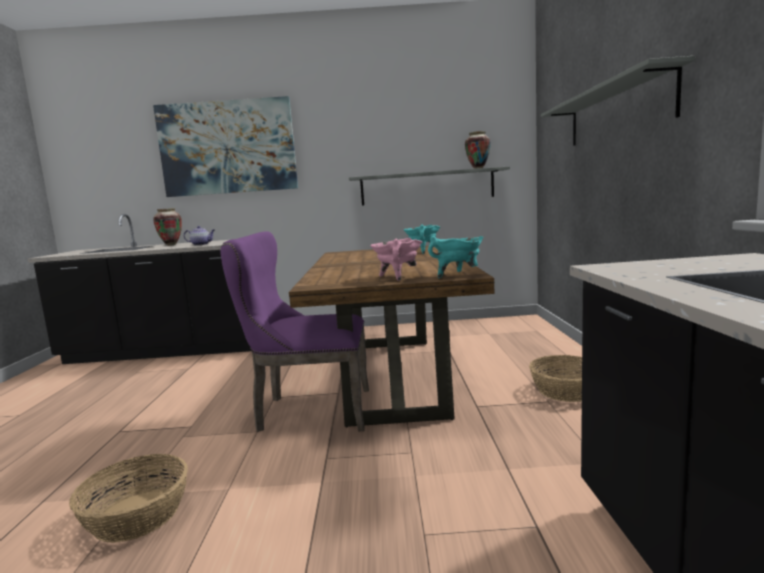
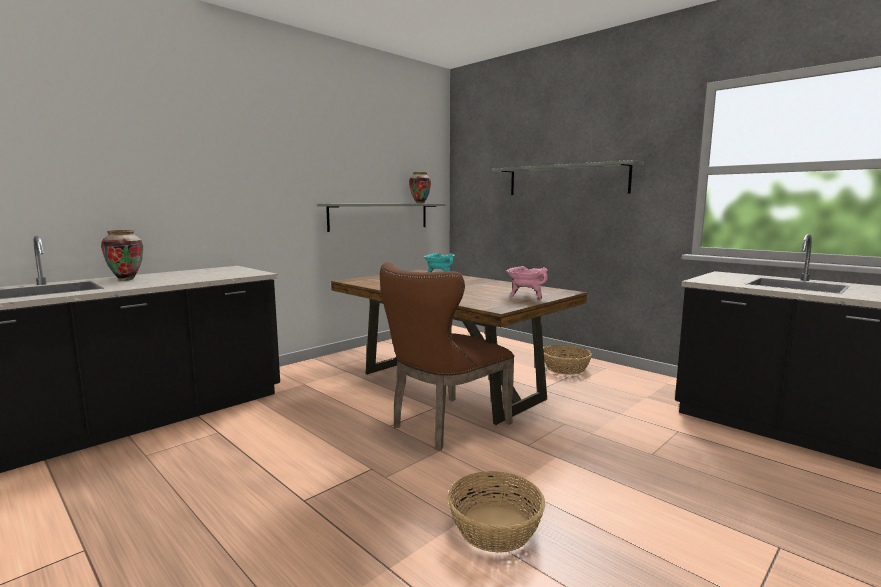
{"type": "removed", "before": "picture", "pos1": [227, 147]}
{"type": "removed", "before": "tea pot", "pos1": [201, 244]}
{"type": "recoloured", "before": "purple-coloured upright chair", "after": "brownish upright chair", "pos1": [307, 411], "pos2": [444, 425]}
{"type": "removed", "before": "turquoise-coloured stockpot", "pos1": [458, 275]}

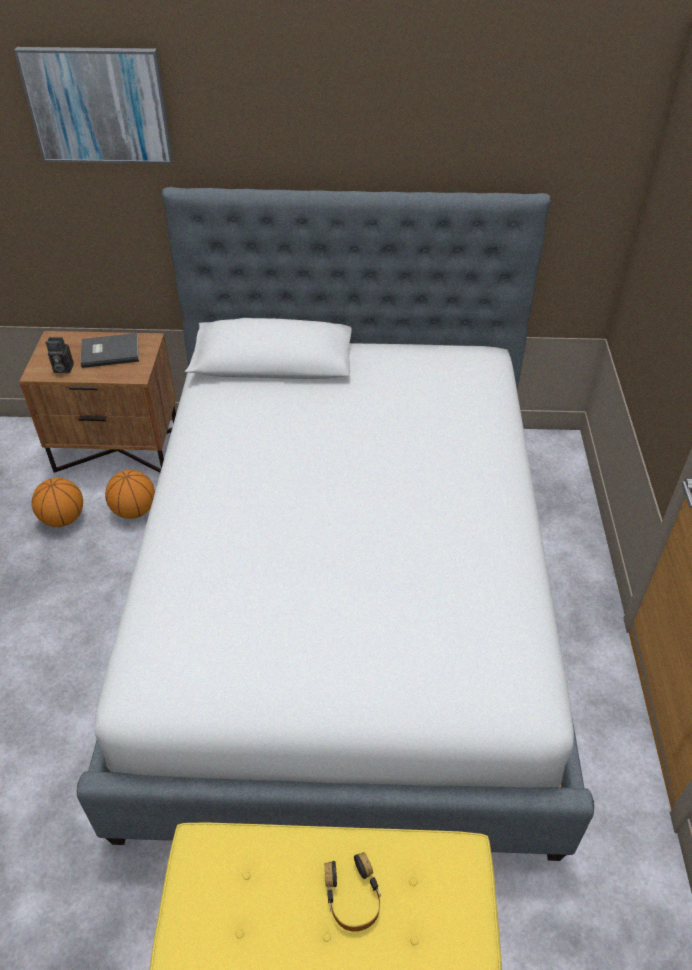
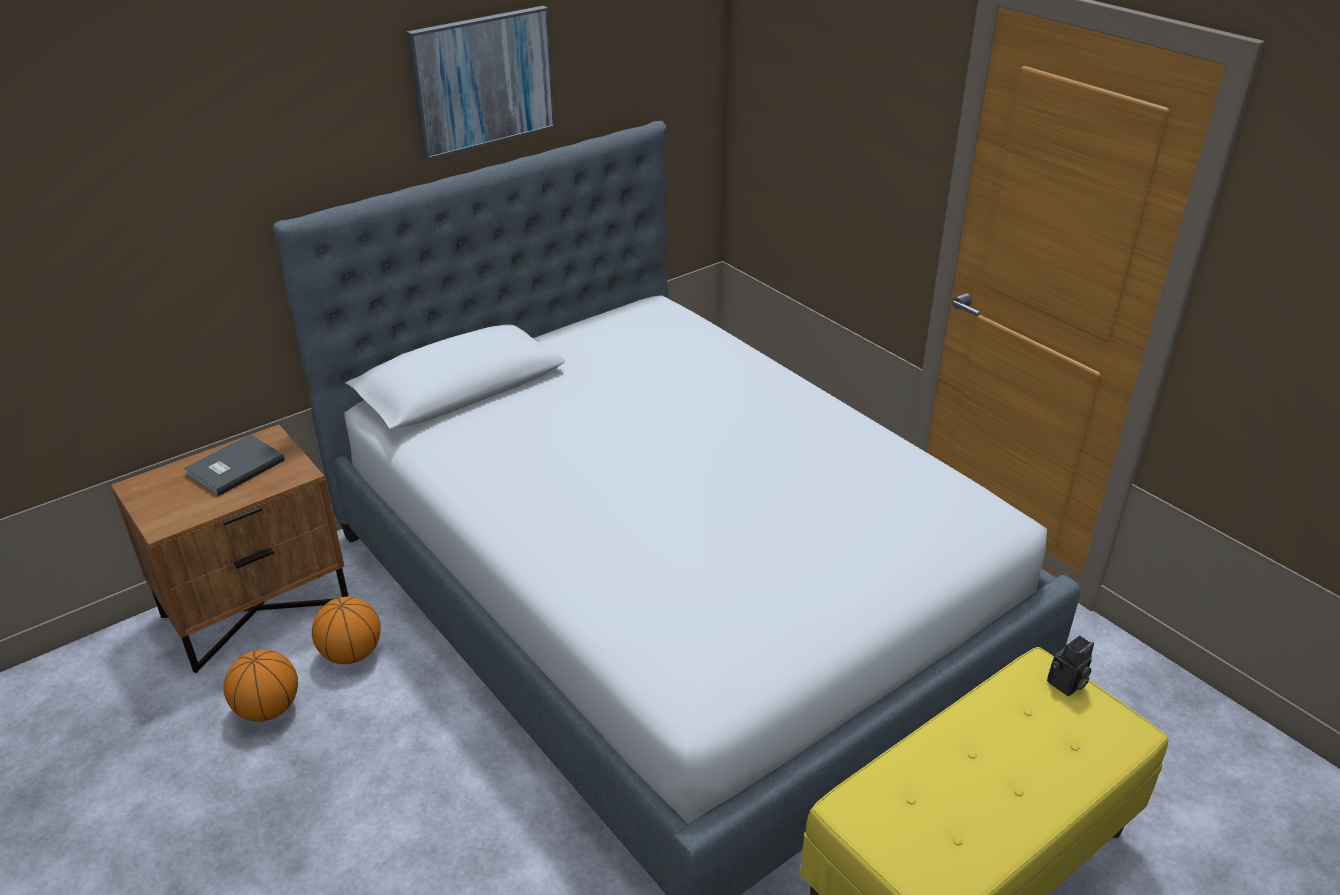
{"type": "moved", "before": "picture", "pos1": [98, 105], "pos2": [483, 81]}
{"type": "moved", "before": "photo camera", "pos1": [62, 369], "pos2": [1066, 685]}
{"type": "removed", "before": "headset", "pos1": [352, 896]}

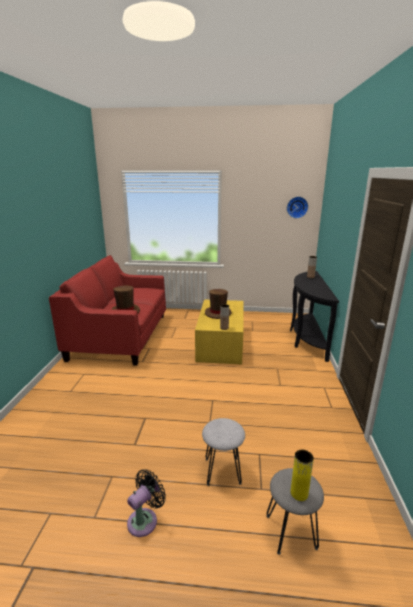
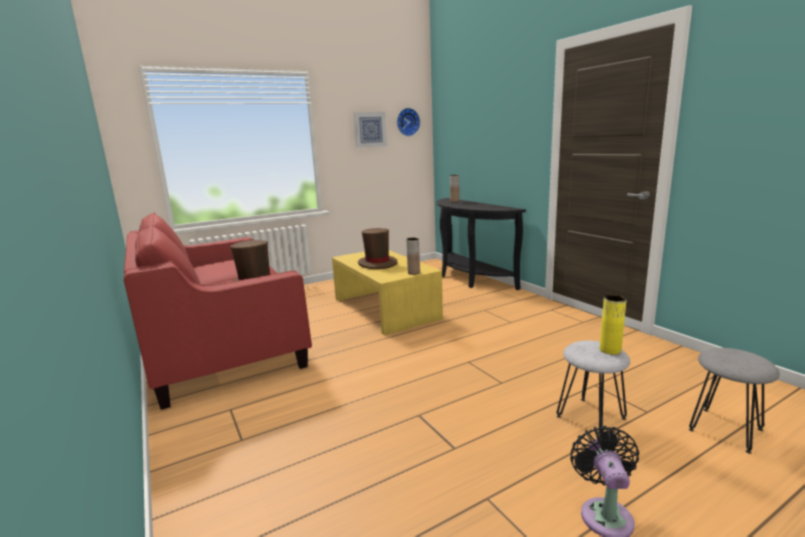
{"type": "moved", "before": "yellow-coloured vase", "pos1": [299, 493], "pos2": [610, 350]}
{"type": "added", "after": "picture", "pos2": [370, 129]}

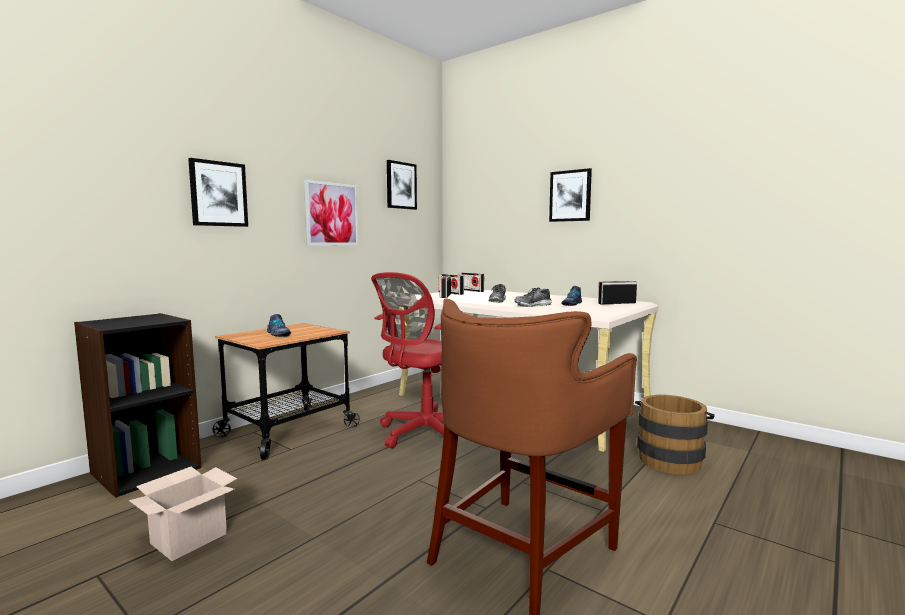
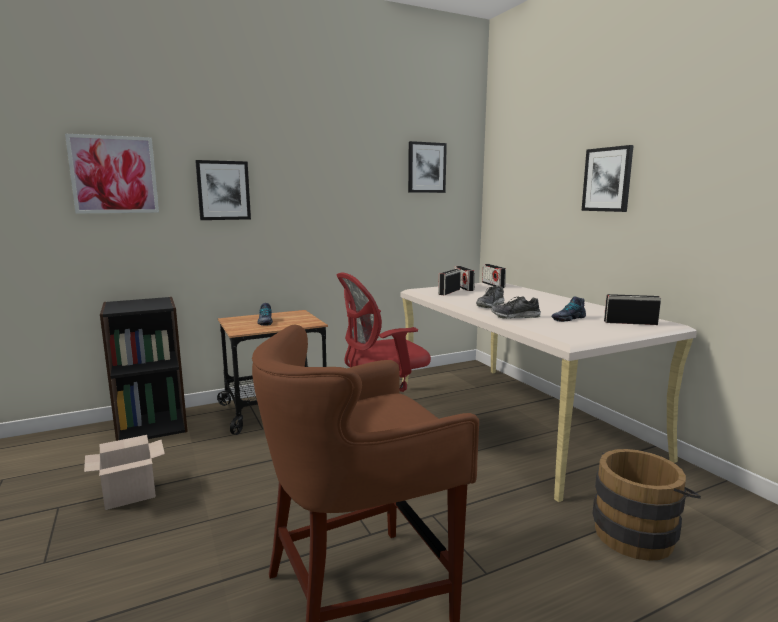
{"type": "moved", "before": "picture", "pos1": [331, 214], "pos2": [114, 175]}

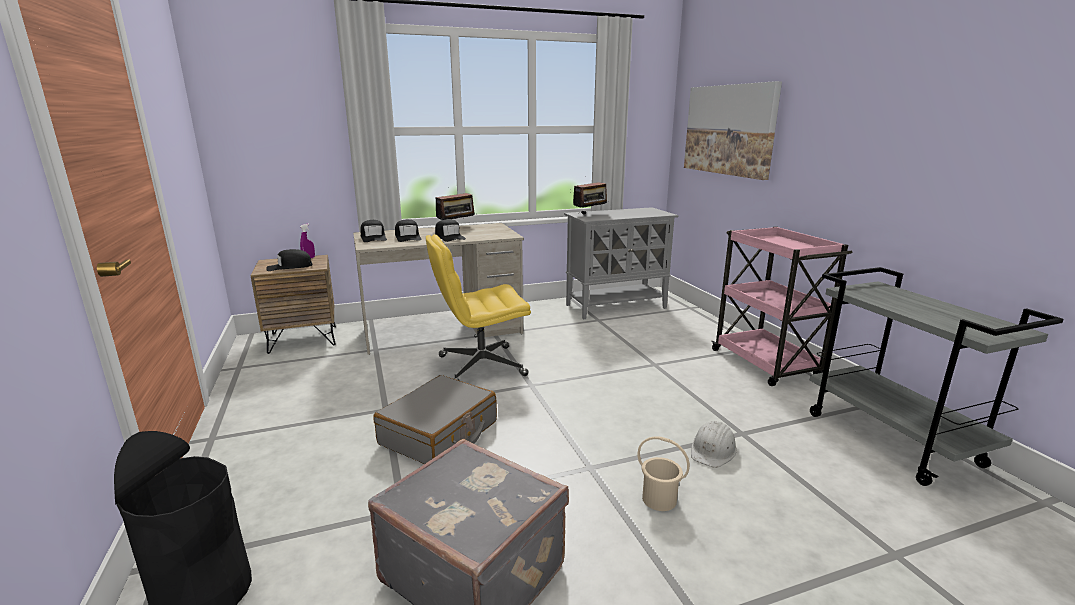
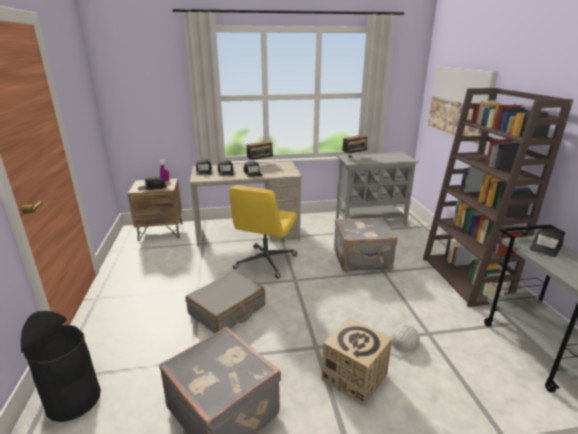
{"type": "turned", "before": "yellow-coloured office chair", "pos1": [480, 366], "pos2": [265, 262], "turn": -60}
{"type": "replaced", "before": "beige-coloured bucket", "after": "cardboard box", "pos1": [659, 500], "pos2": [354, 377]}
{"type": "replaced", "before": "pink-coloured trolley", "after": "brownish shelving unit", "pos1": [765, 364], "pos2": [465, 279]}
{"type": "added", "after": "gray piece of luggage", "pos2": [362, 260]}
{"type": "added", "after": "black-coloured baseball cap", "pos2": [546, 247]}

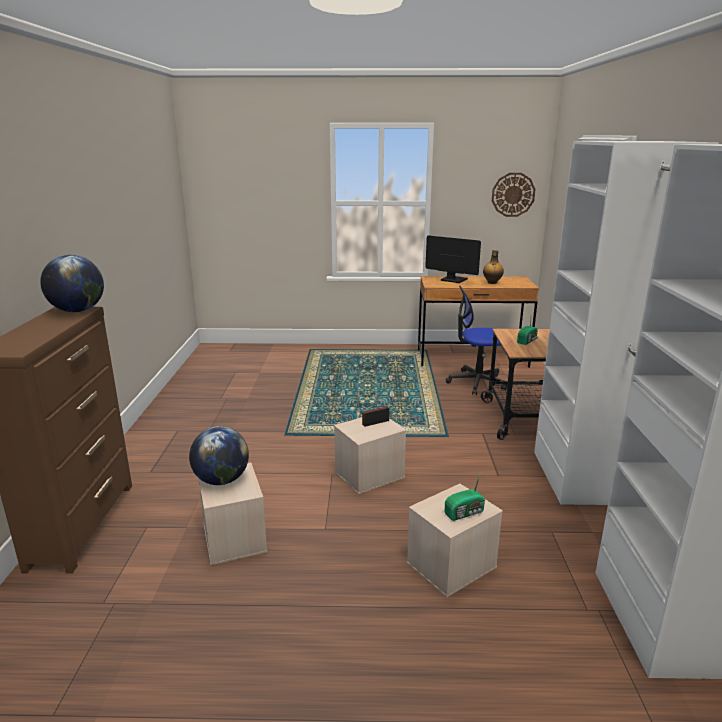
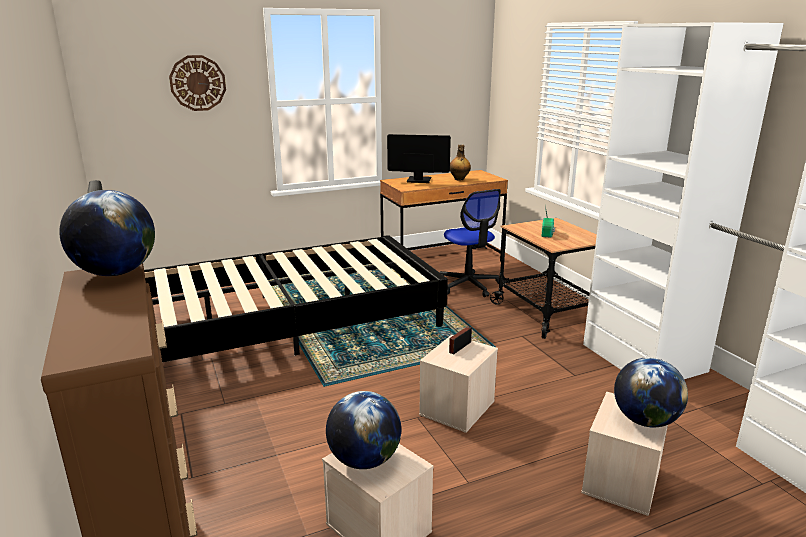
{"type": "turned", "before": "office chair", "pos1": [476, 382], "pos2": [469, 285], "turn": -90}
{"type": "replaced", "before": "radio receiver", "after": "world globe", "pos1": [465, 513], "pos2": [645, 420]}
{"type": "moved", "before": "clock on the wall", "pos1": [513, 194], "pos2": [198, 83]}
{"type": "added", "after": "black-coloured bedroom bed", "pos2": [279, 325]}

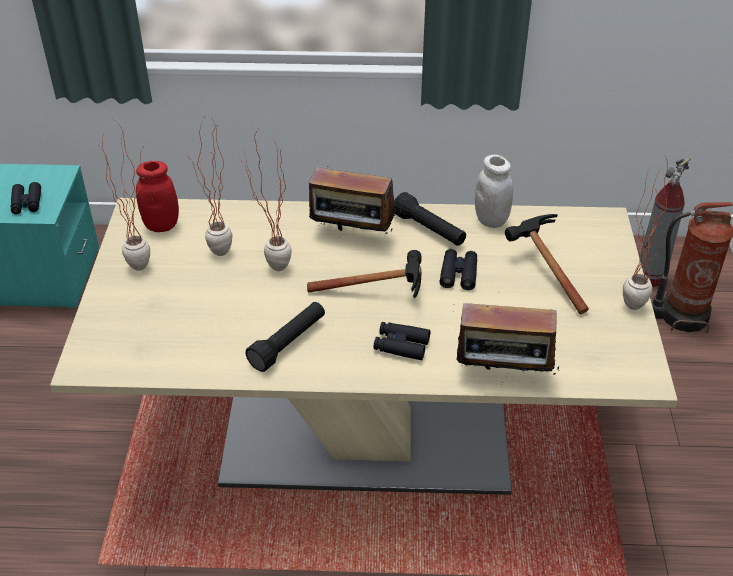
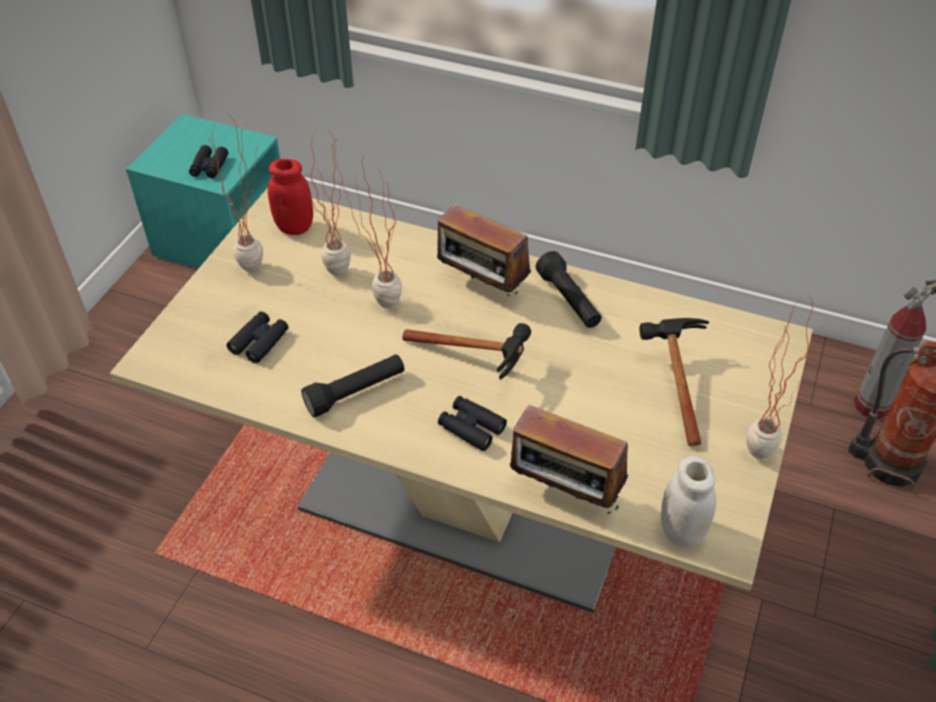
{"type": "moved", "before": "black-coloured binoculars", "pos1": [458, 274], "pos2": [259, 342]}
{"type": "moved", "before": "white jar", "pos1": [491, 220], "pos2": [681, 531]}

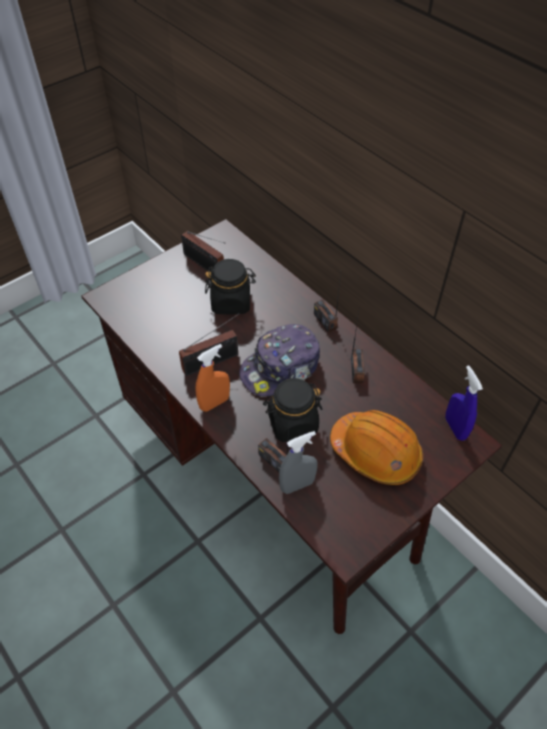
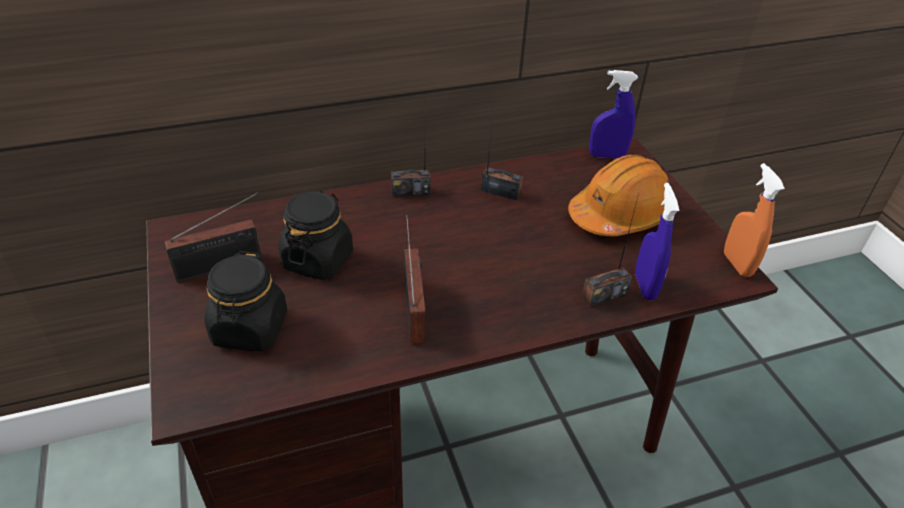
{"type": "moved", "before": "orange sprayer", "pos1": [214, 403], "pos2": [737, 264]}
{"type": "removed", "before": "baseball cap", "pos1": [281, 368]}
{"type": "moved", "before": "black-coloured jar", "pos1": [292, 423], "pos2": [250, 329]}
{"type": "recoloured", "before": "gray sprayer", "after": "blue-coloured sprayer", "pos1": [297, 485], "pos2": [645, 286]}

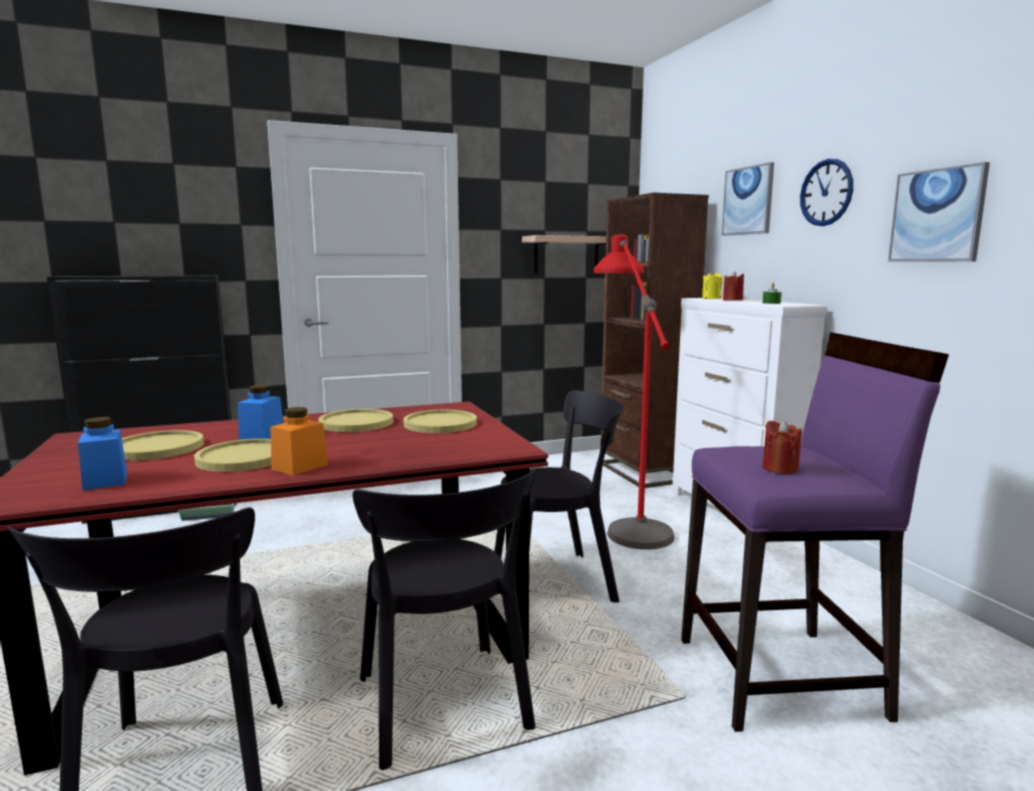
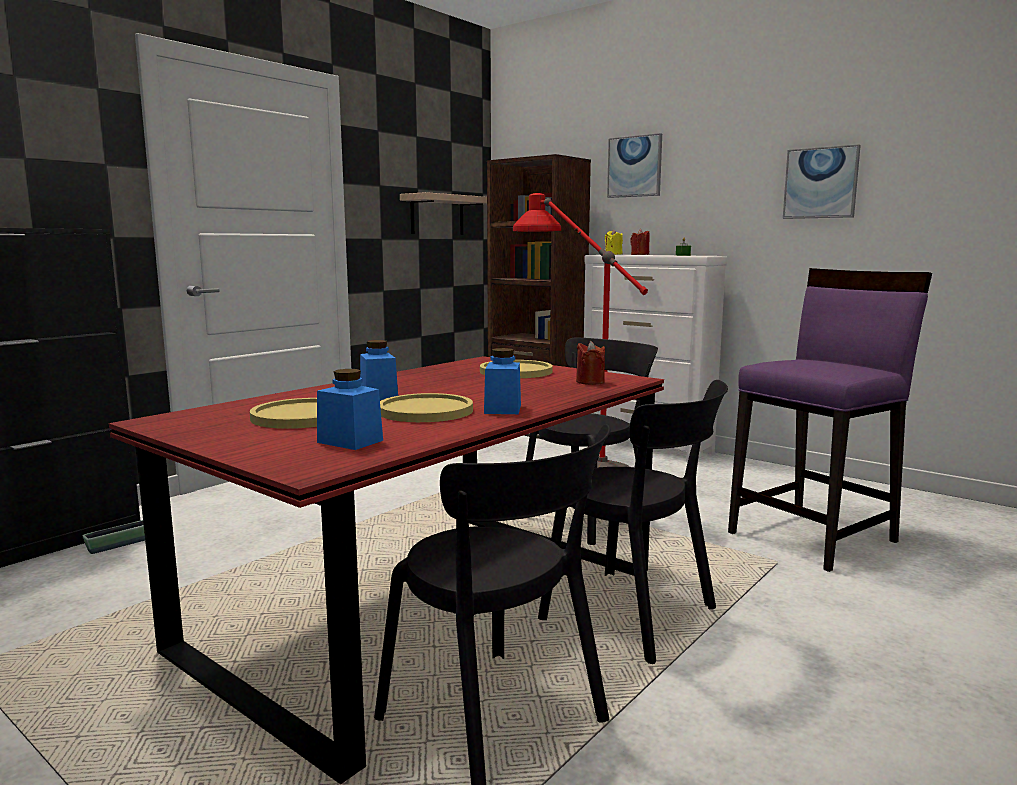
{"type": "recoloured", "before": "orange jar", "after": "blue-coloured jar", "pos1": [300, 467], "pos2": [502, 409]}
{"type": "removed", "before": "yellow-coloured plate", "pos1": [356, 423]}
{"type": "moved", "before": "red-coloured wax candle", "pos1": [780, 468], "pos2": [590, 382]}
{"type": "removed", "before": "clock on the wall", "pos1": [826, 192]}

